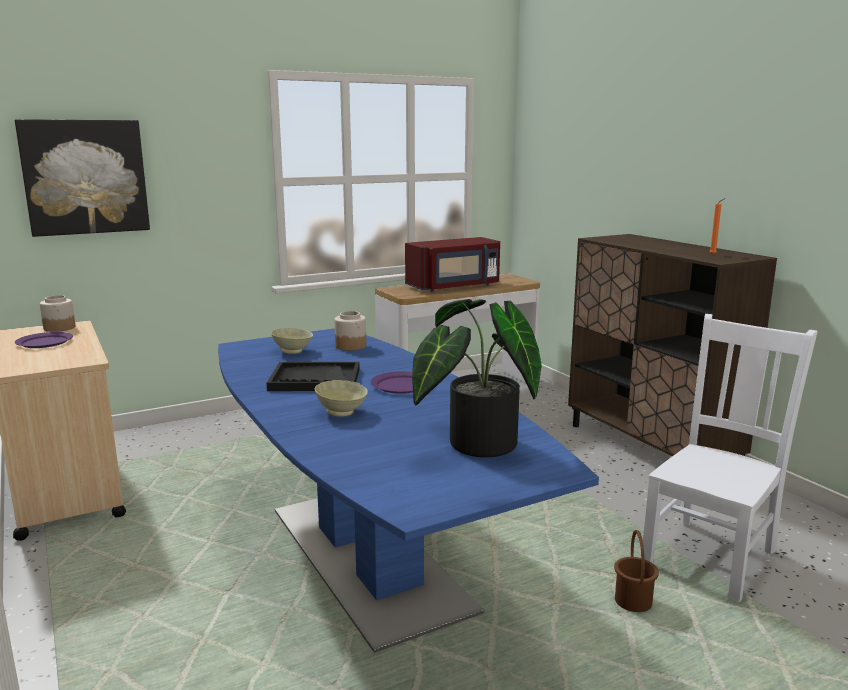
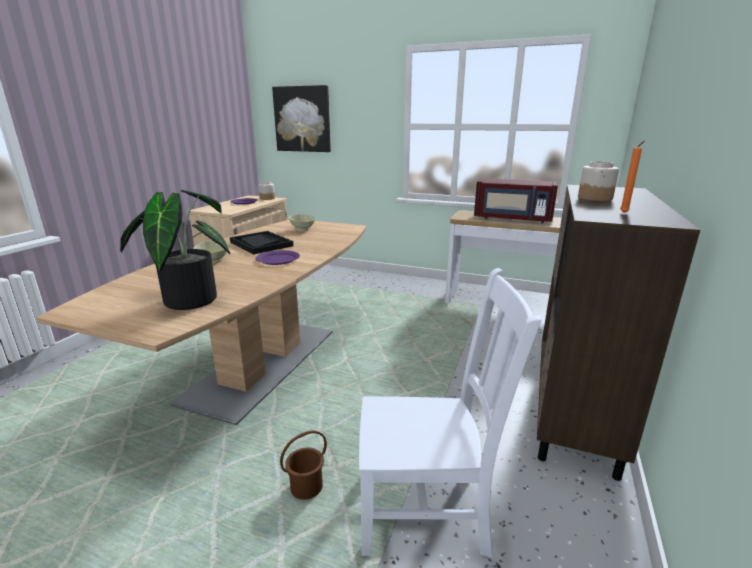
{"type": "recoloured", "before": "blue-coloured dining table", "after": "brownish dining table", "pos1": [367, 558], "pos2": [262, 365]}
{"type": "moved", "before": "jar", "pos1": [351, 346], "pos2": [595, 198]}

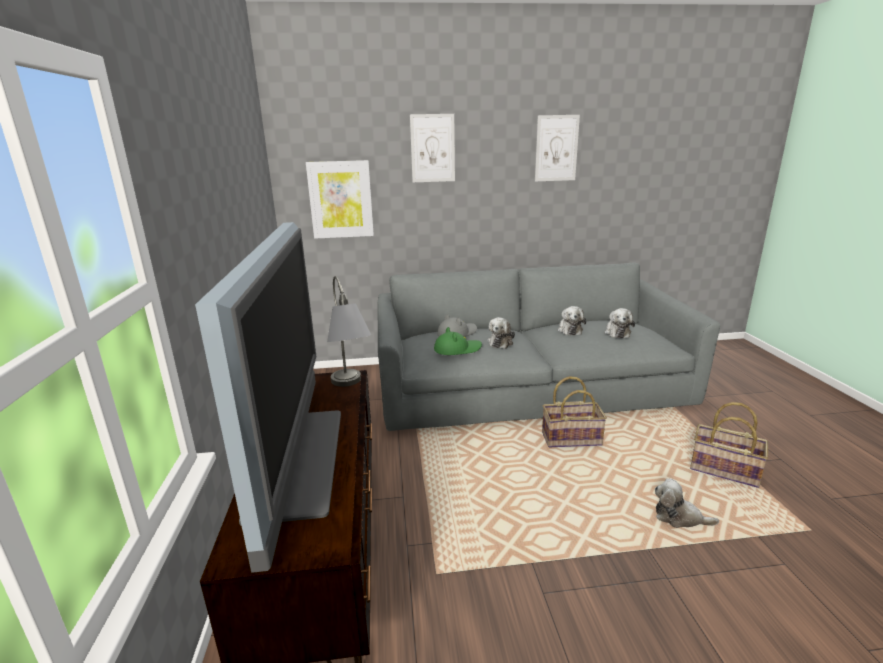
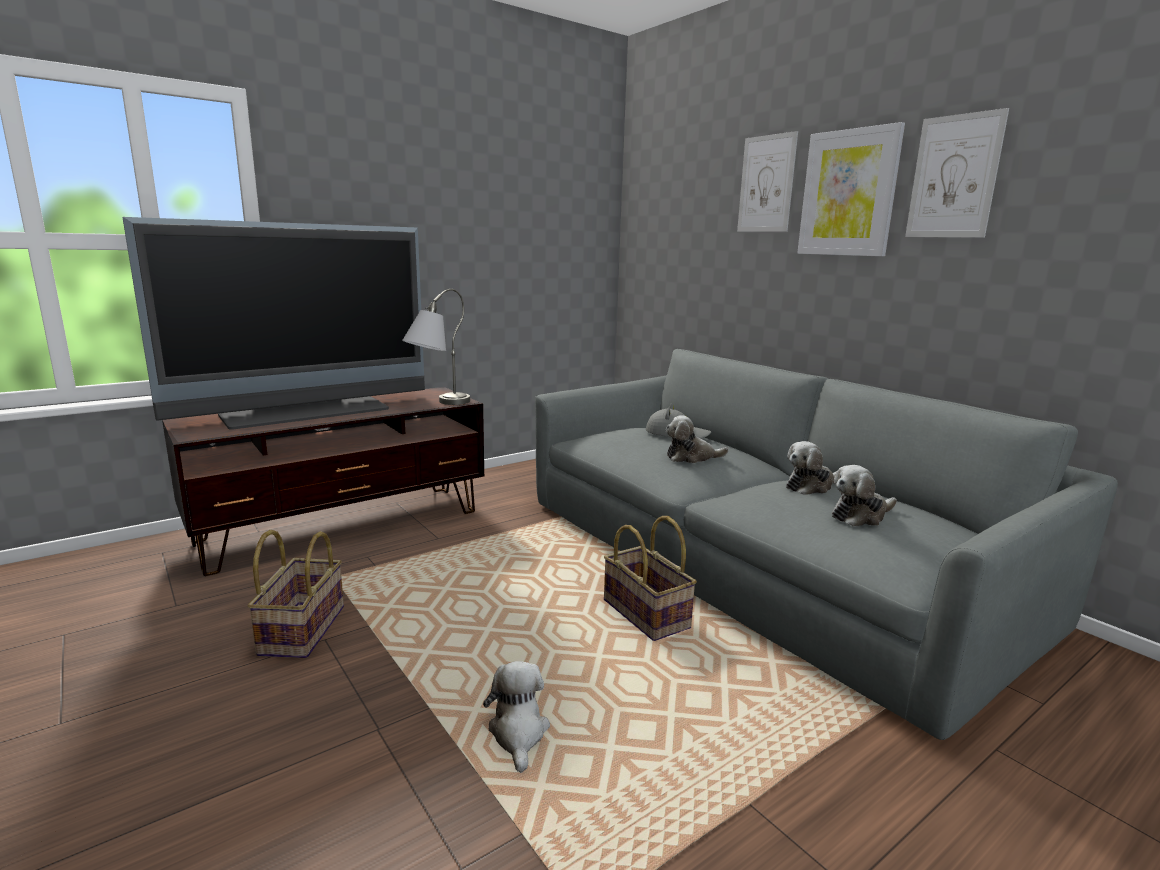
{"type": "moved", "before": "picture", "pos1": [341, 199], "pos2": [848, 193]}
{"type": "removed", "before": "green clothing hat", "pos1": [457, 349]}
{"type": "moved", "before": "household basket", "pos1": [723, 471], "pos2": [301, 630]}

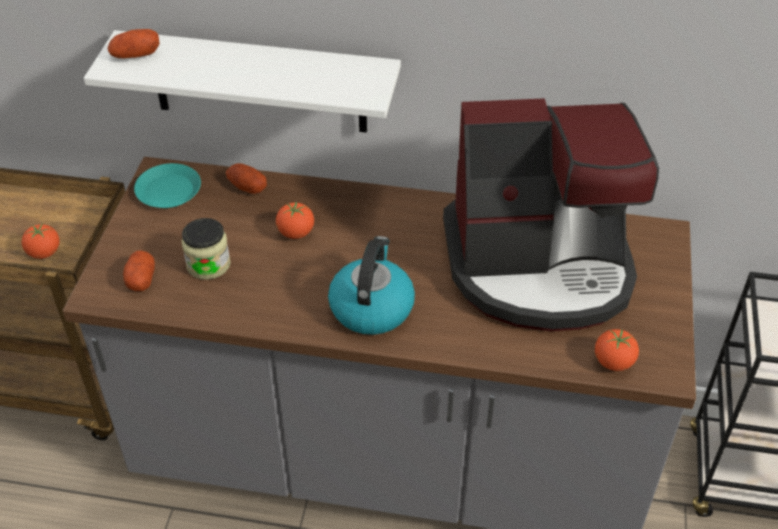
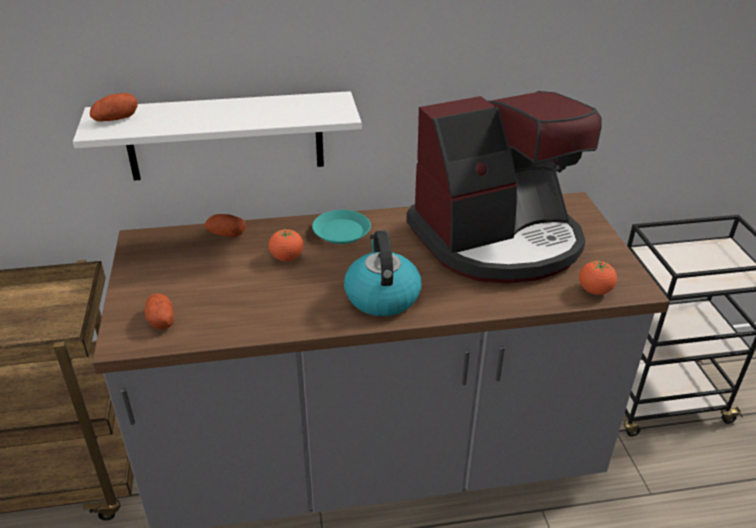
{"type": "removed", "before": "fresh tomato", "pos1": [44, 253]}
{"type": "moved", "before": "turquoise-coloured plate", "pos1": [169, 191], "pos2": [341, 232]}
{"type": "removed", "before": "jar", "pos1": [208, 264]}

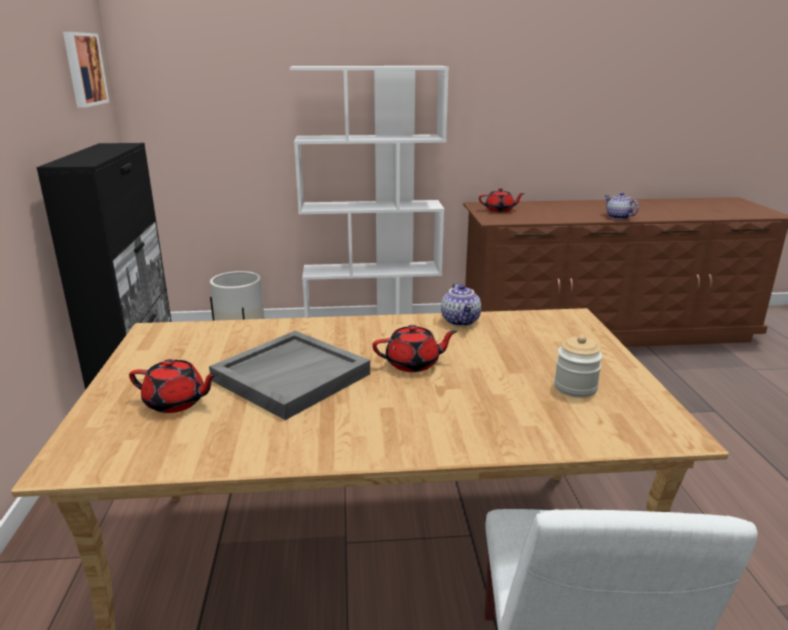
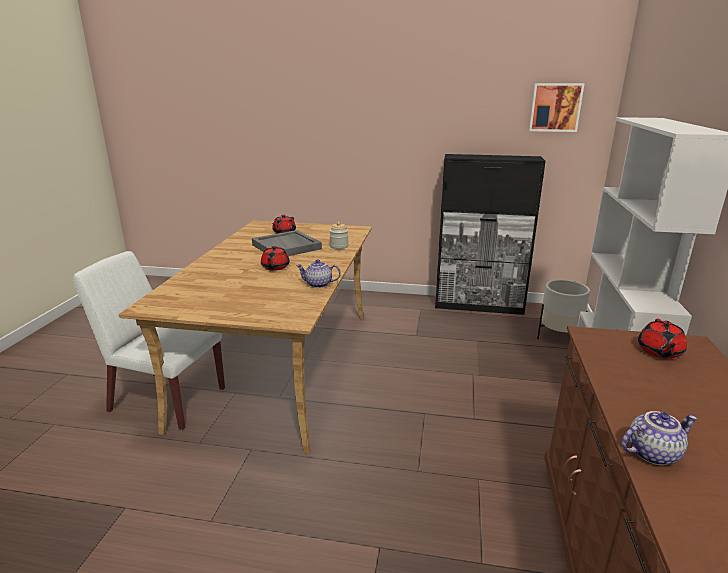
{"type": "moved", "before": "jar", "pos1": [575, 387], "pos2": [339, 246]}

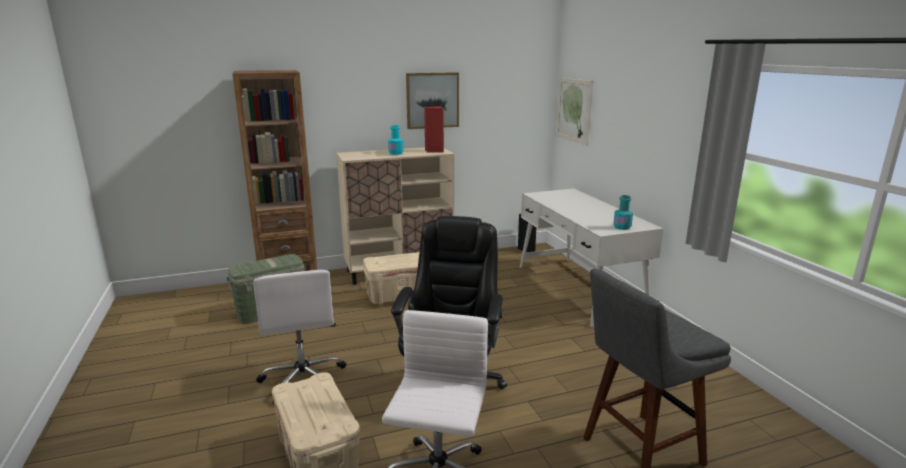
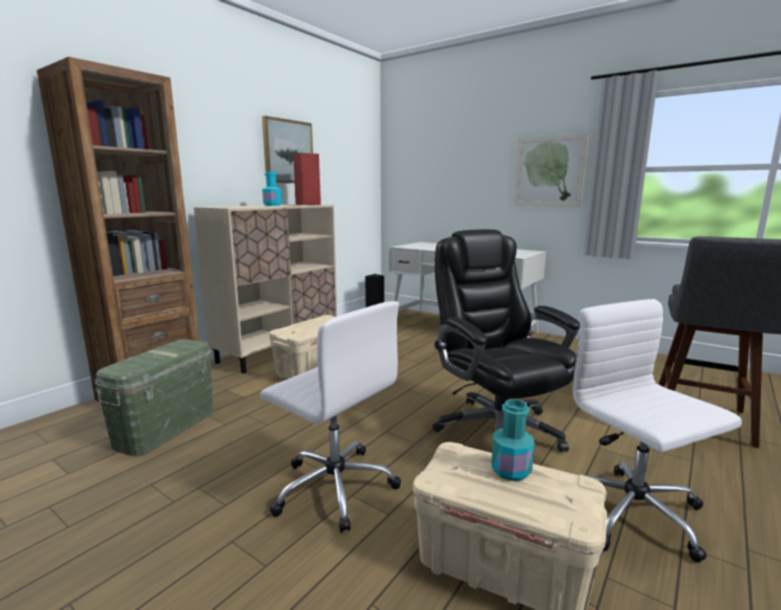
{"type": "moved", "before": "picture", "pos1": [574, 110], "pos2": [549, 171]}
{"type": "moved", "before": "turquoise-coloured beverage bottle", "pos1": [622, 227], "pos2": [511, 470]}

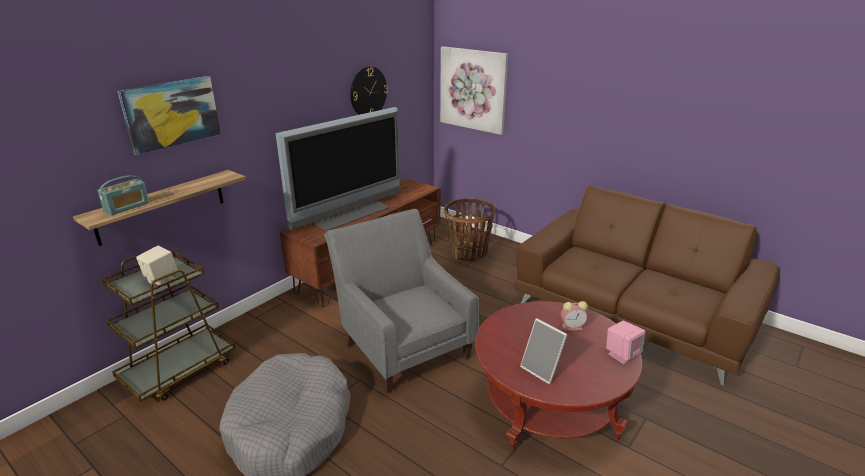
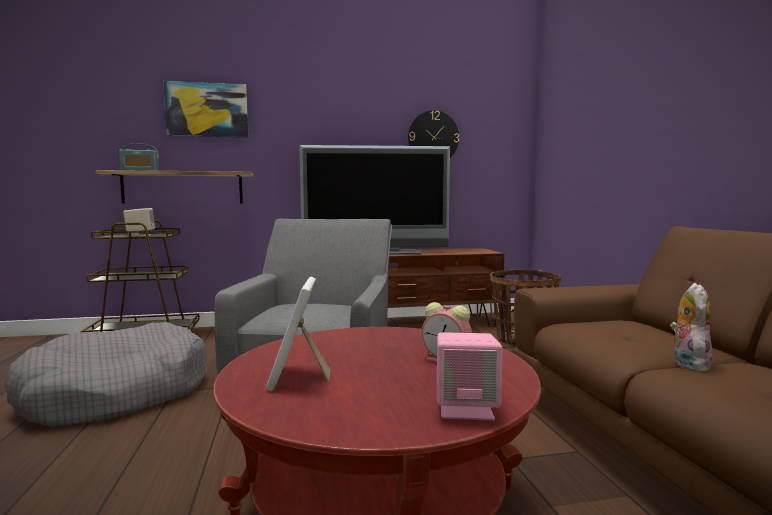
{"type": "removed", "before": "picture", "pos1": [473, 89]}
{"type": "added", "after": "cuddly toy", "pos2": [688, 364]}

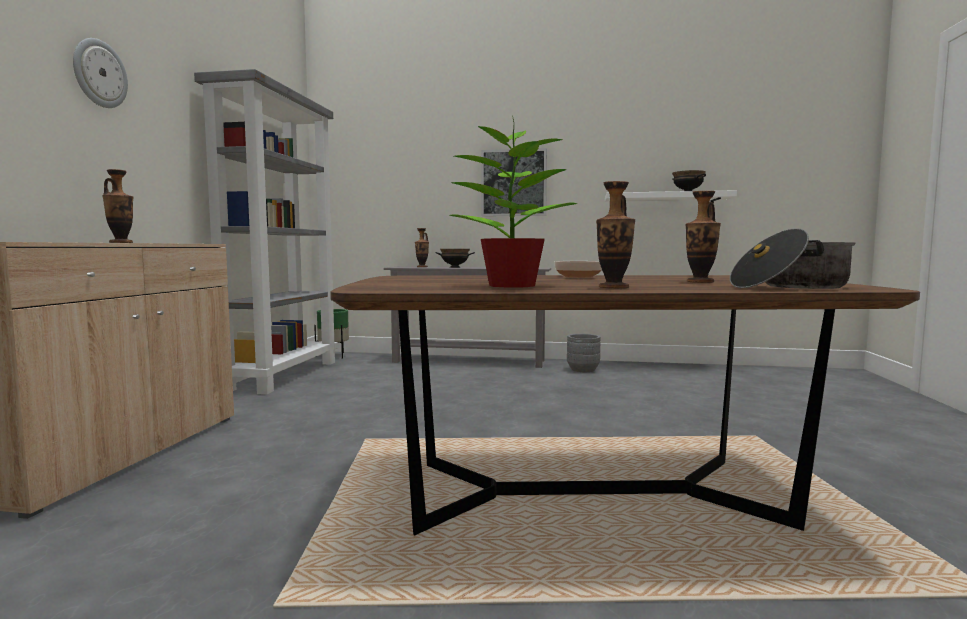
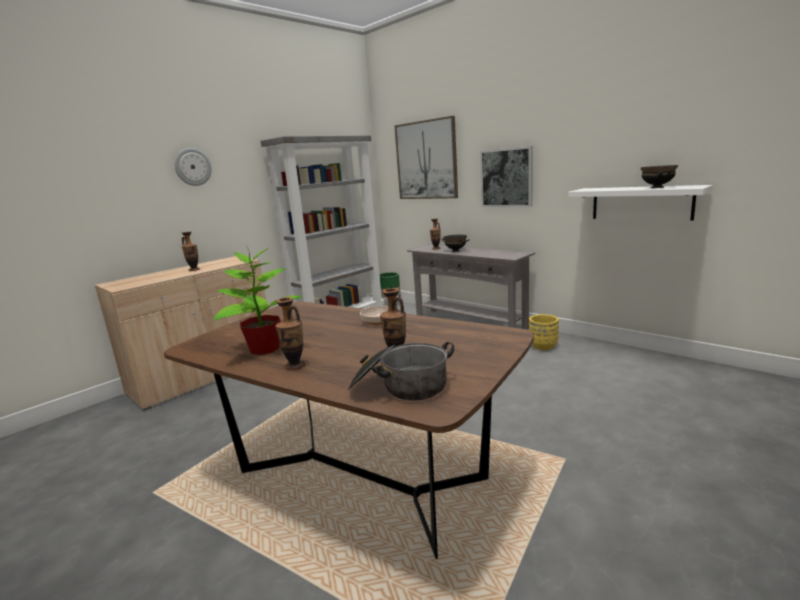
{"type": "recoloured", "before": "gray flower pot", "after": "yellow-coloured flower pot", "pos1": [583, 370], "pos2": [543, 346]}
{"type": "added", "after": "picture", "pos2": [426, 160]}

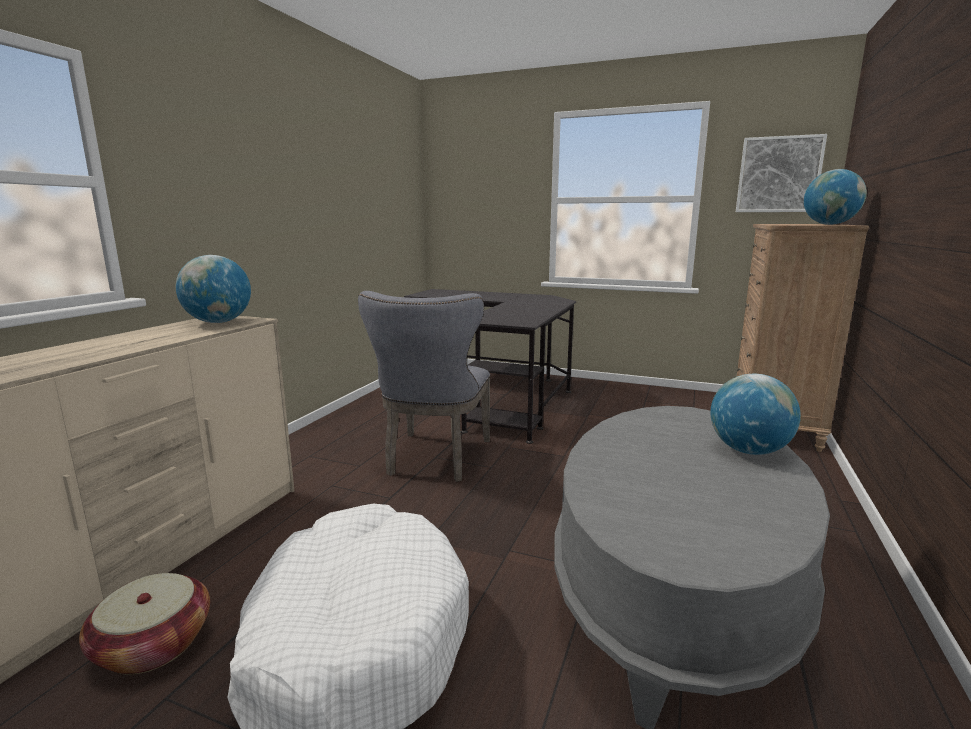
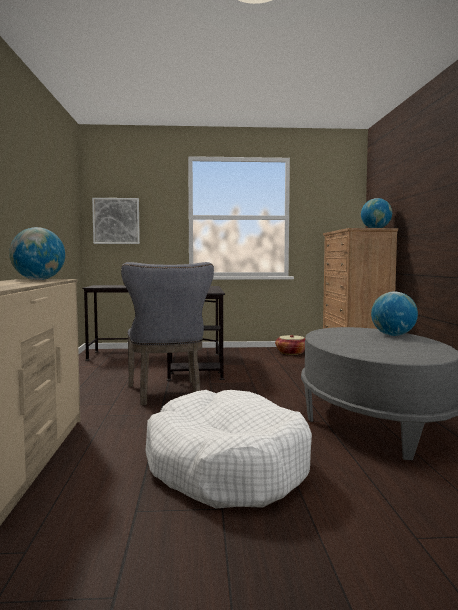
{"type": "moved", "before": "household basket", "pos1": [154, 645], "pos2": [291, 353]}
{"type": "moved", "before": "picture", "pos1": [779, 175], "pos2": [116, 221]}

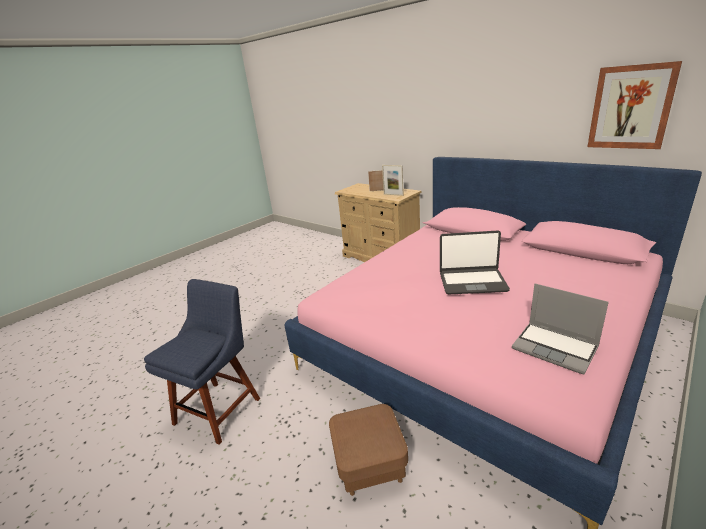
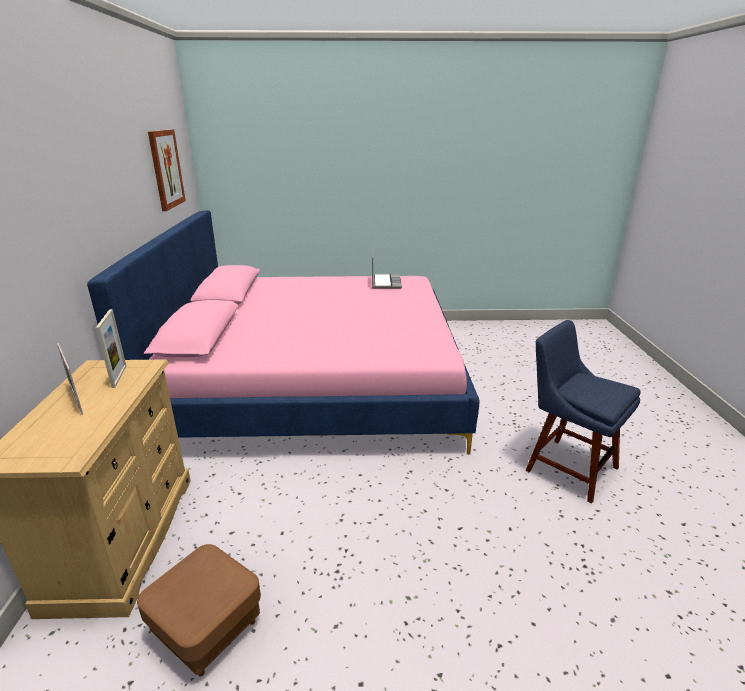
{"type": "turned", "before": "blue-coloured upright chair", "pos1": [220, 408], "pos2": [567, 466], "turn": 60}
{"type": "moved", "before": "brownish pouffe", "pos1": [369, 465], "pos2": [207, 629]}
{"type": "removed", "before": "laptop", "pos1": [472, 282]}

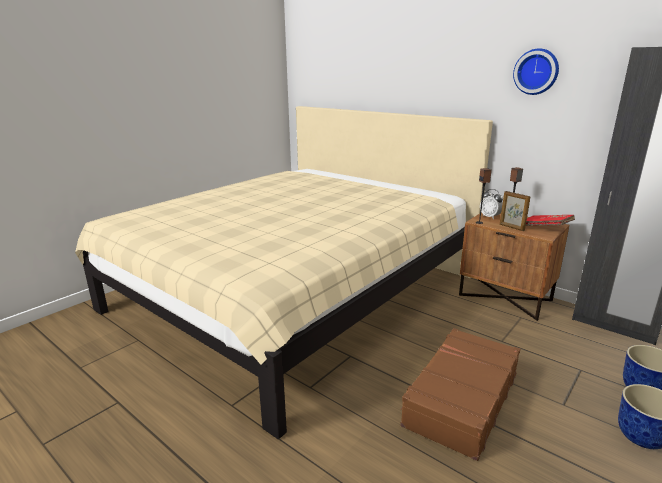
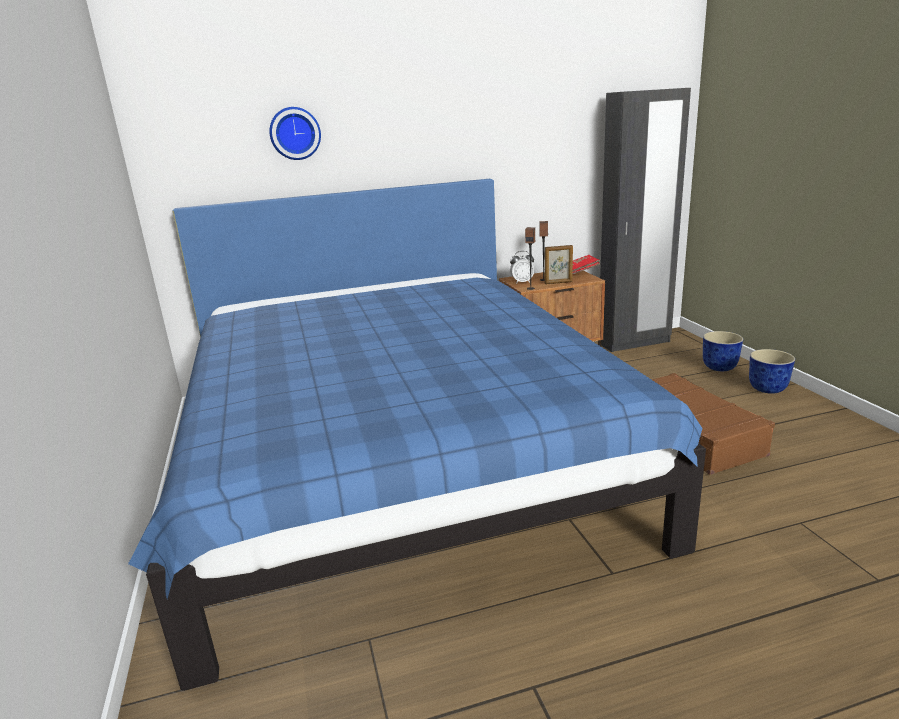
{"type": "recoloured", "before": "beige-coloured bedroom bed", "after": "blue-coloured bedroom bed", "pos1": [293, 292], "pos2": [397, 464]}
{"type": "moved", "before": "clock on the wall", "pos1": [536, 71], "pos2": [295, 133]}

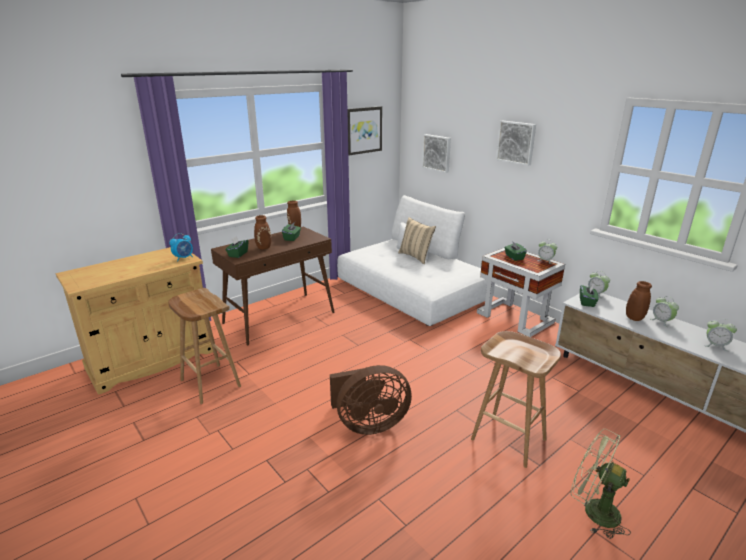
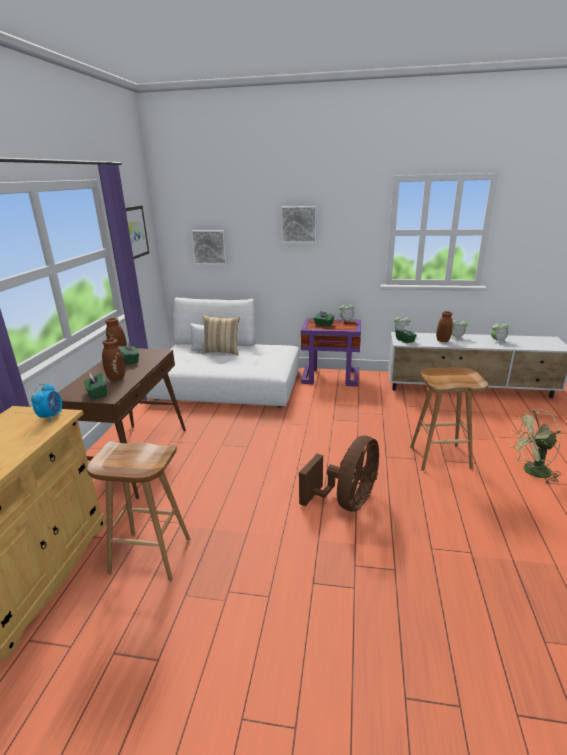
{"type": "recoloured", "before": "white accent table", "after": "purple-coloured accent table", "pos1": [515, 318], "pos2": [331, 377]}

